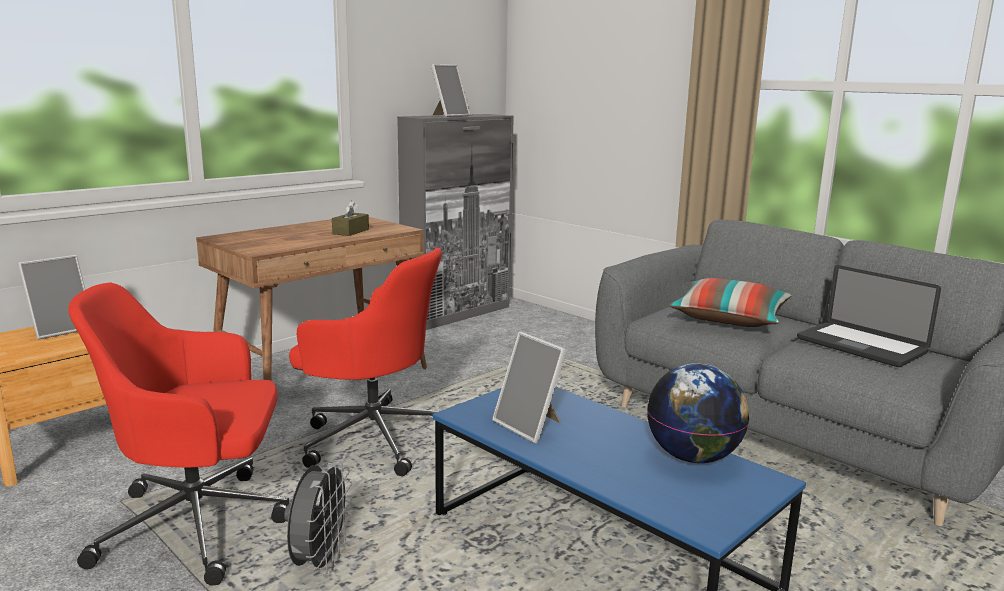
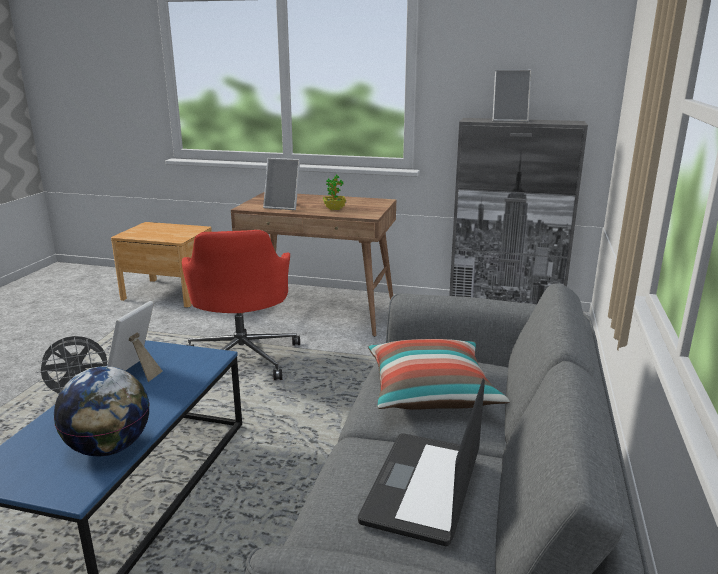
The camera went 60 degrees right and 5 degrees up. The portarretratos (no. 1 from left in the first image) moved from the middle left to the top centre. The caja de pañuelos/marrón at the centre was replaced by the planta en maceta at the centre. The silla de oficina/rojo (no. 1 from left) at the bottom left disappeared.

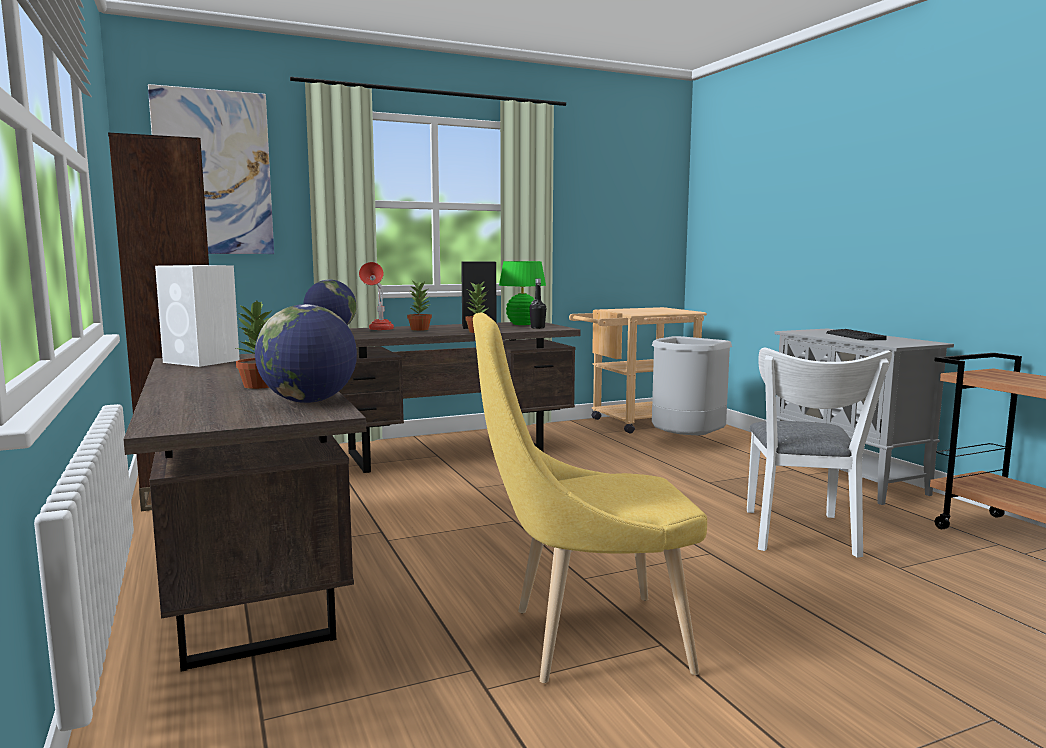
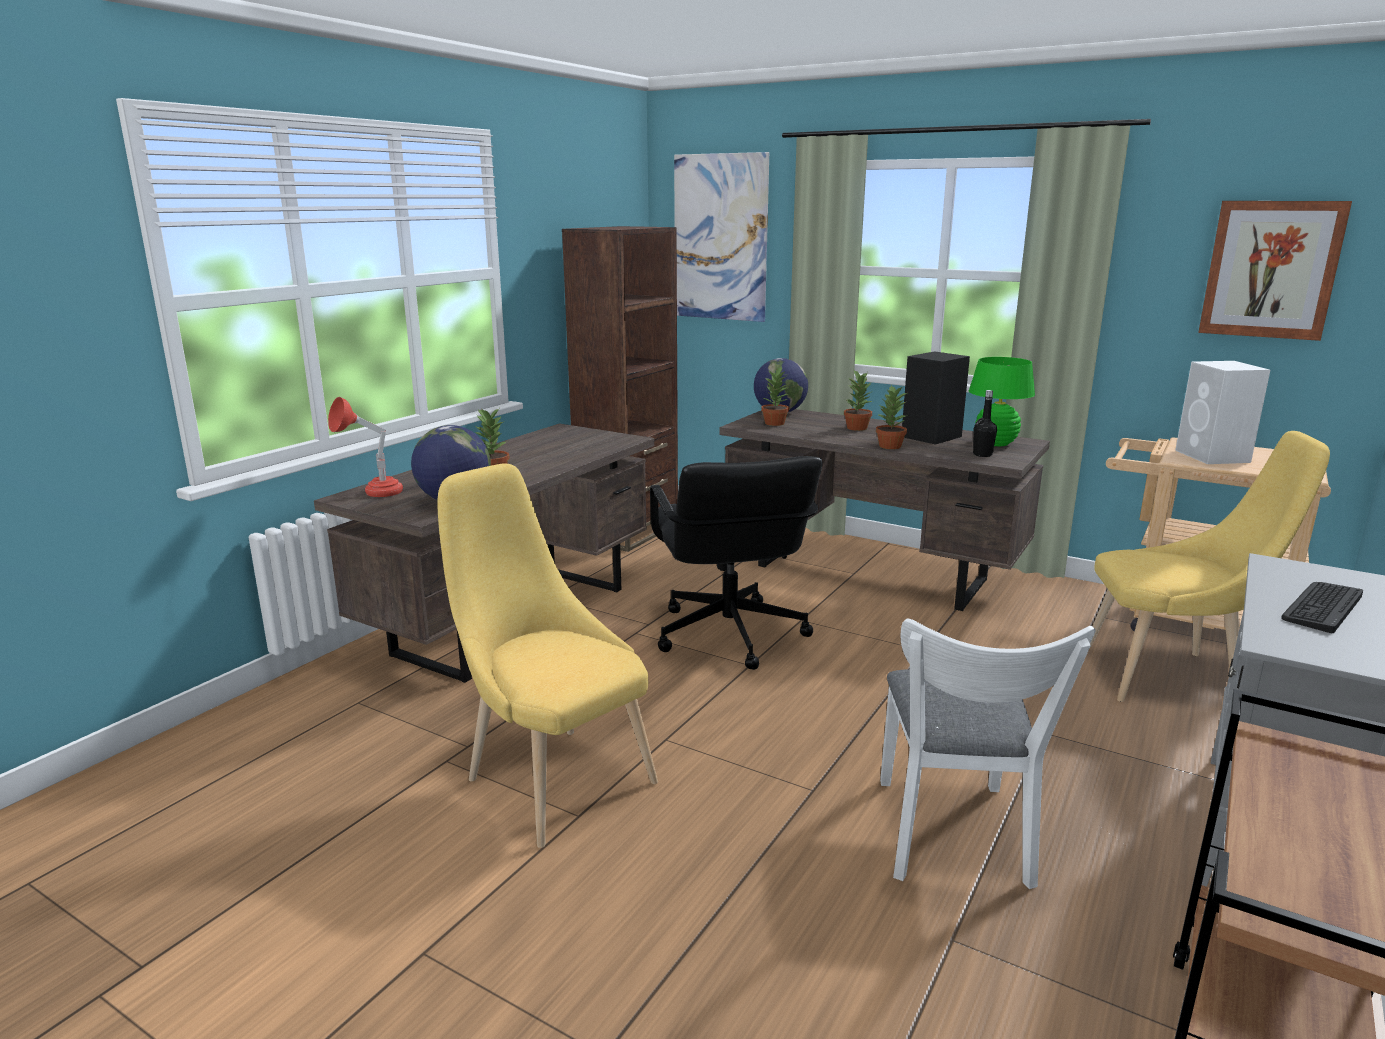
The camera went 55 degrees right and 10 degrees up. The lámpara de mesa/rojo moved from the centre to the middle left. The silla de oficina/negro at the centre appeared. The planta en maceta (no. 2 from left) at the centre appeared. The silla/blanco at the middle right turned 60 degrees counterclockwise. The papelera/gris at the centre was replaced by the silla/amarillo (no. 2 from left) at the middle right. The altavoz/blanco moved from the middle left to the middle right. The cuadro (no. 2 from left) at the top right appeared.

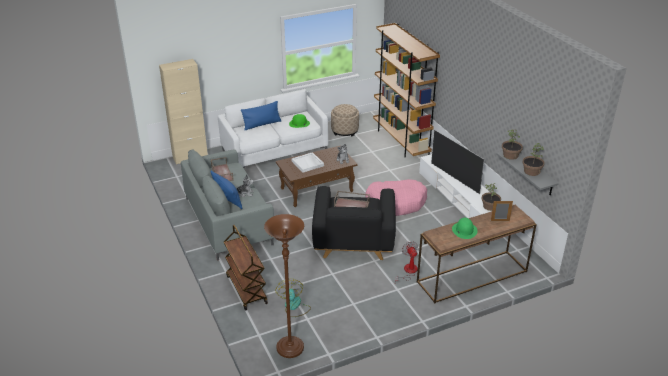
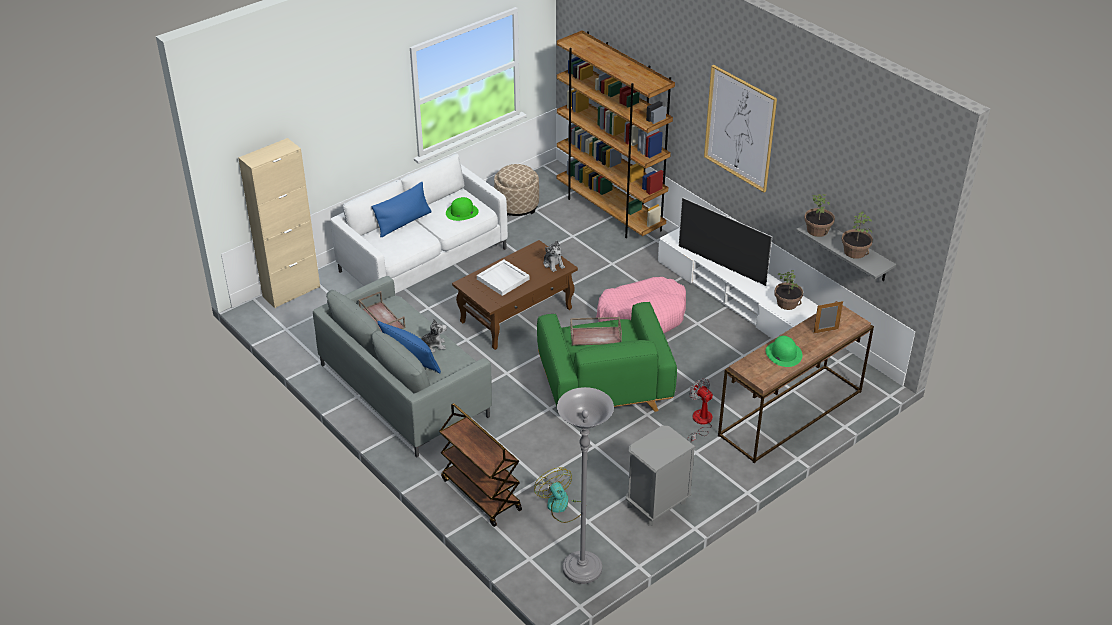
The camera went 15 degrees left and 5 degrees up. The sillón/negro at the centre became the sillón/verde at the centre. The lámpara de pie/marrón at the bottom centre became the lámpara de pie/gris at the bottom centre. The mesita de noche/gris at the bottom centre appeared. The cuadro at the top centre appeared.

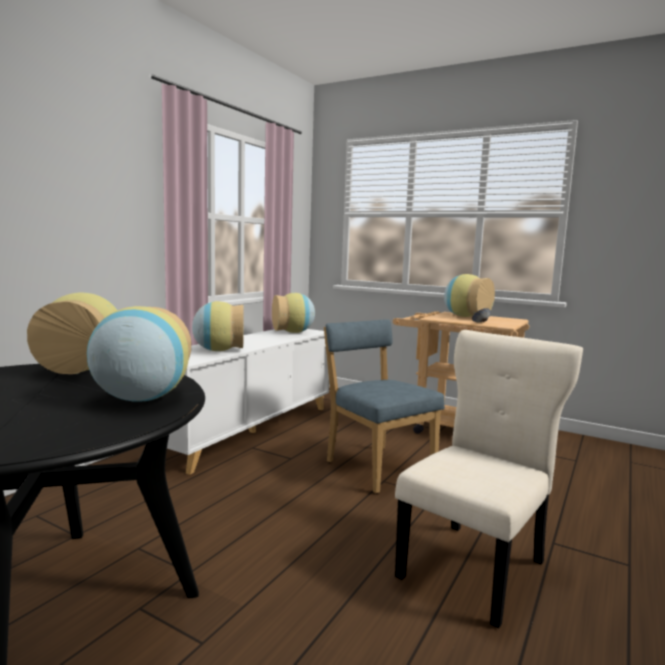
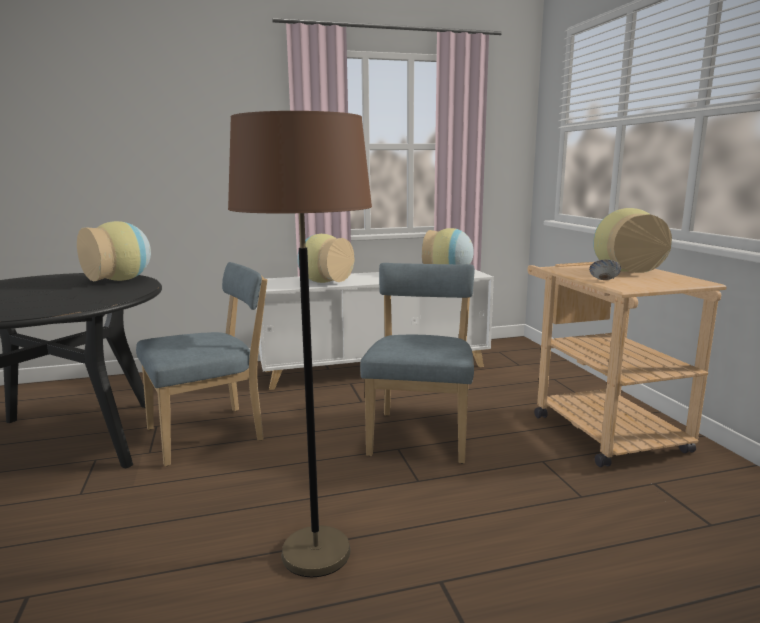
The camera went 45 degrees right and 5 degrees up. The silla/azul (no. 1 from left) at the middle left appeared. The silla/beis at the bottom right was replaced by the lámpara de pie/marrón at the centre. The florero (no. 2 from left) at the middle left disappeared.

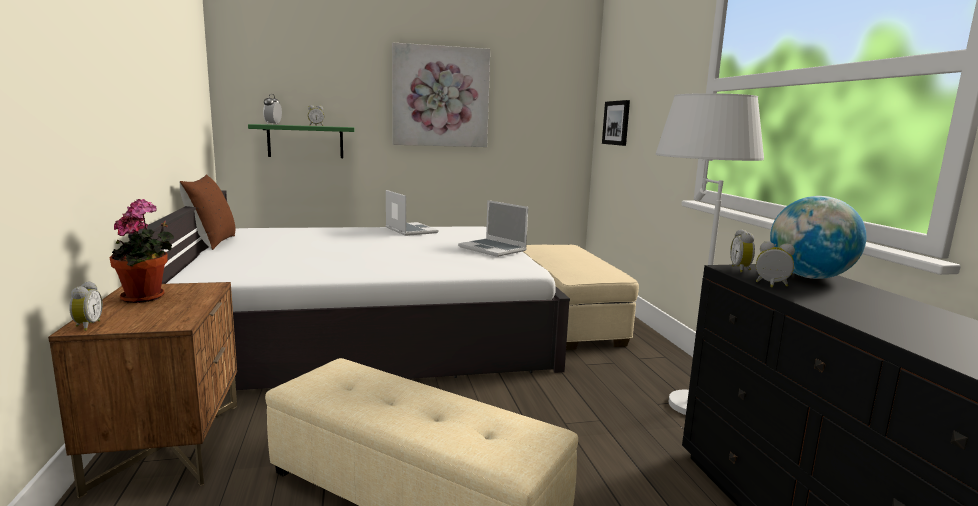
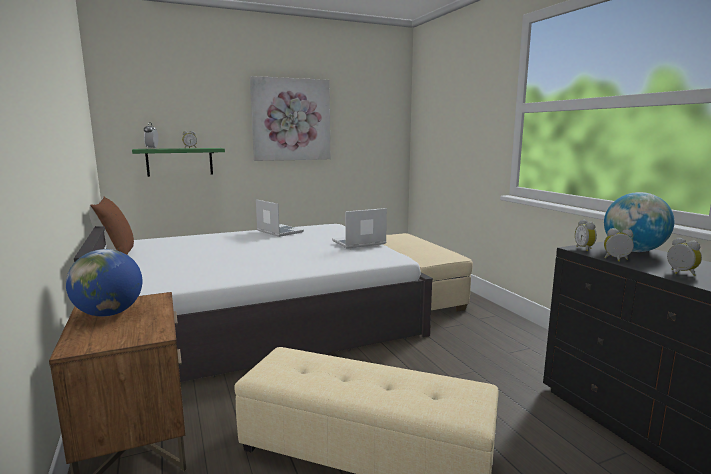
The camera went 10 degrees left and 0 degrees up. The planta en maceta at the middle left was replaced by the globo terráqueo (no. 1 from left) at the middle left. The portátil (no. 2 from left) at the centre turned 120 degrees clockwise. The despertador (no. 1 from left in the first image) moved from the middle left to the middle right. The cuadro (no. 2 from left) at the top centre disappeared. The lámpara de pie/blanco at the middle right disappeared.

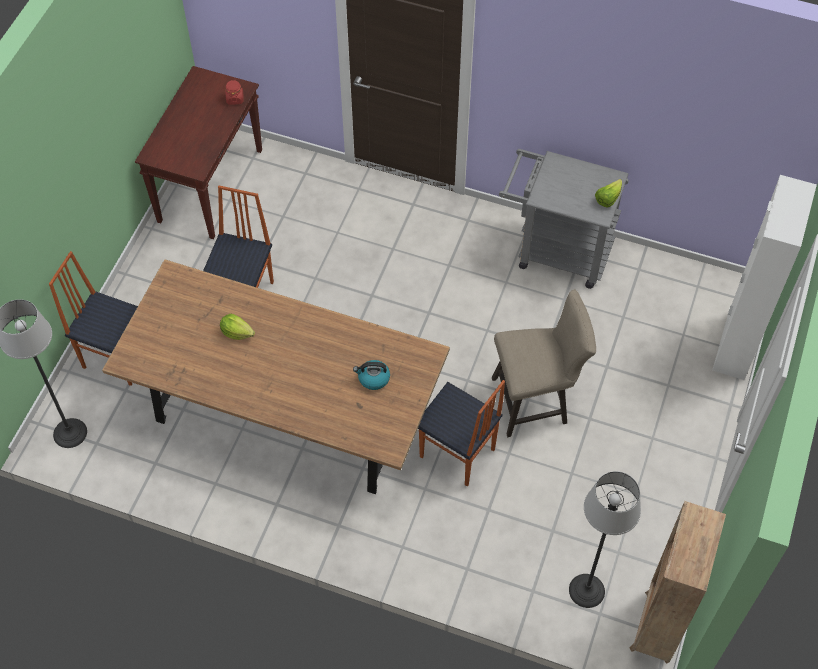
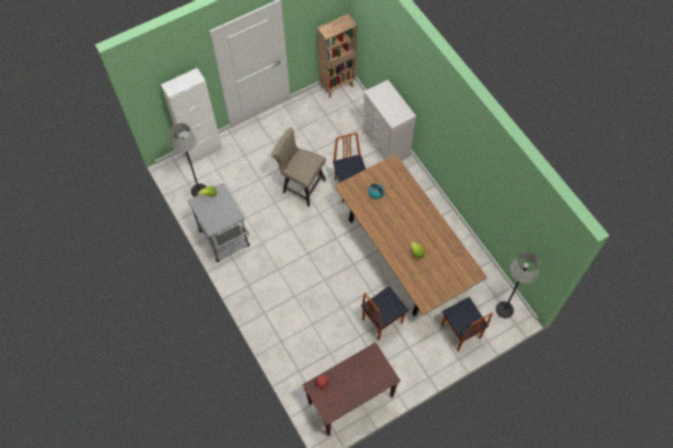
The camera went 140 degrees left and 5 degrees up. The lámpara de pie (no. 2 from left in the first image) moved from the bottom right to the middle left. The cómoda/blanco at the top centre appeared.

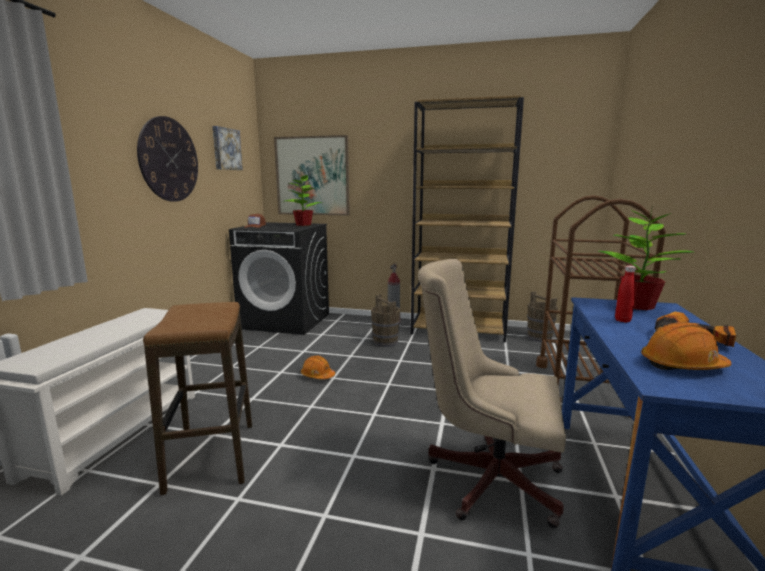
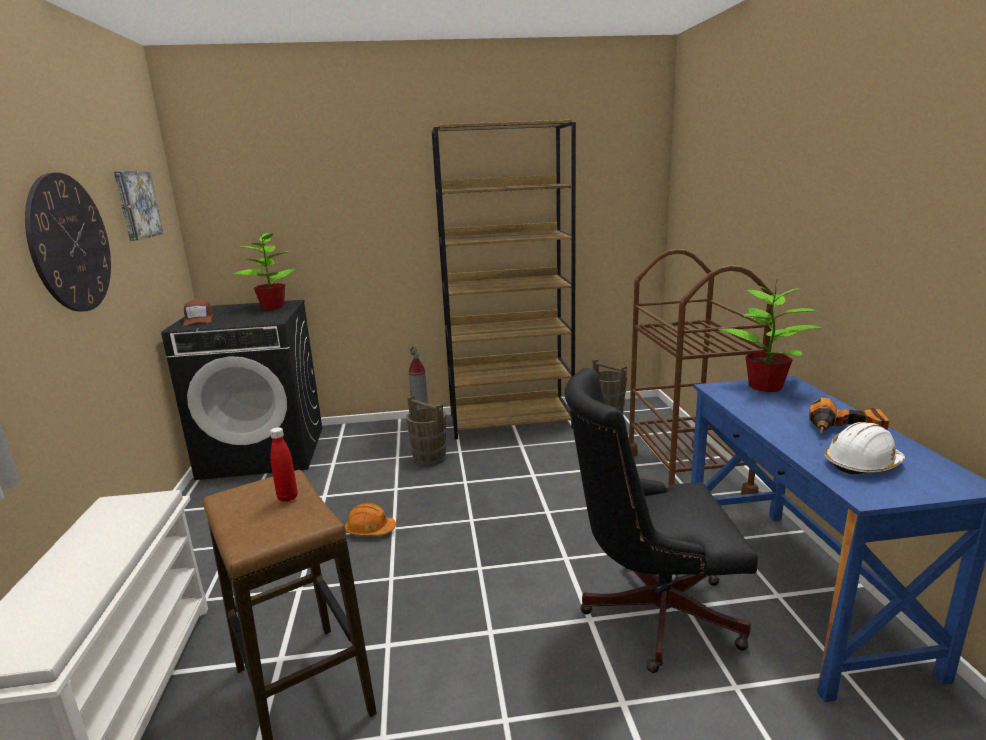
The camera went 20 degrees left and 5 degrees up. The botella/rojo moved from the middle right to the middle left. The silla de oficina/beis at the bottom centre became the silla de oficina/negro at the bottom right. The casco/naranja (no. 2 from left) at the middle right became the casco/blanco at the middle right. The cuadro (no. 2 from left) at the top centre disappeared.

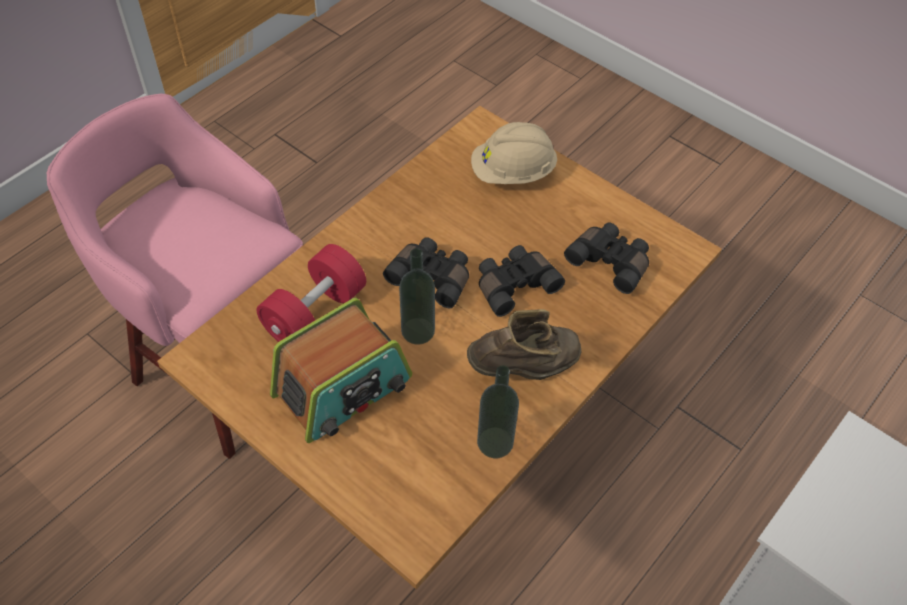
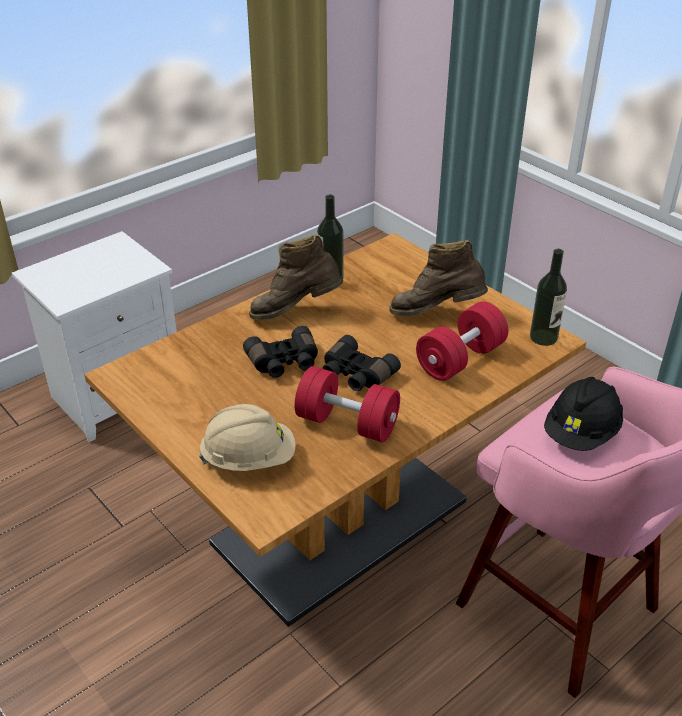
The camera went 170 degrees left and 15 degrees down. The mancuerna/rojo (no. 1 from left) at the centre appeared. The radio at the centre was replaced by the bota/marrón (no. 2 from left) at the centre. The botella (no. 1 from left in the first image) moved from the centre to the middle right. The casco/negro at the middle right appeared. The prismáticos/negro (no. 3 from left) at the middle right disappeared.

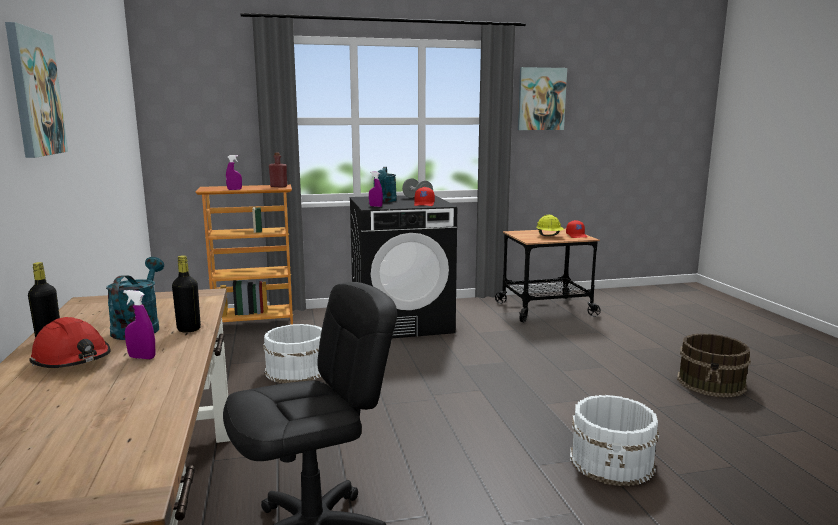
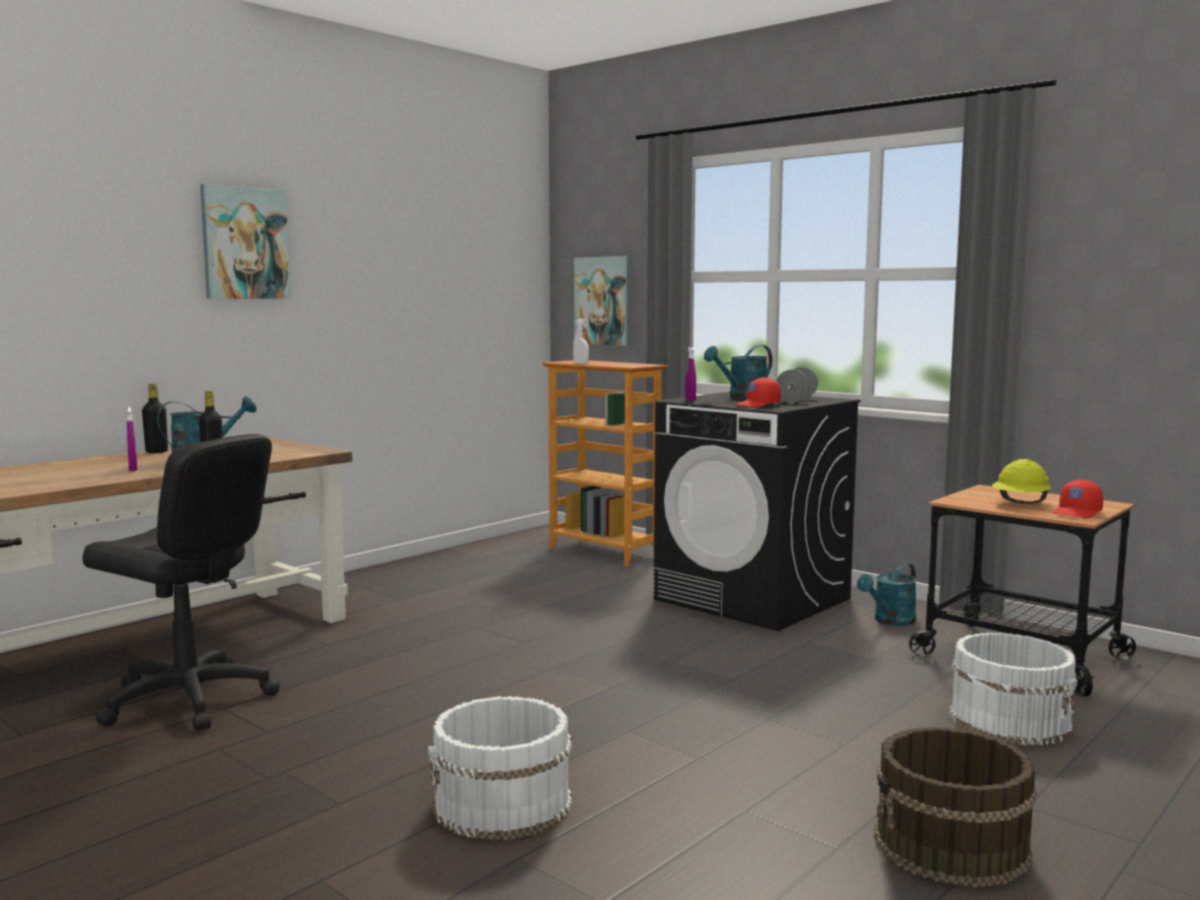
The camera went 55 degrees right and 5 degrees down. The pulverizador/morado (no. 2 from left) at the top left became the pulverizador/blanco at the centre. The cuadro (no. 2 from left) moved from the top centre to the centre. The regadera/turquesa (no. 3 from left) at the middle right appeared. The cubo/blanco (no. 1 from left in the first image) moved from the bottom centre to the bottom right. The casco/rojo at the middle left disappeared. The botella/rojo at the top left disappeared.

